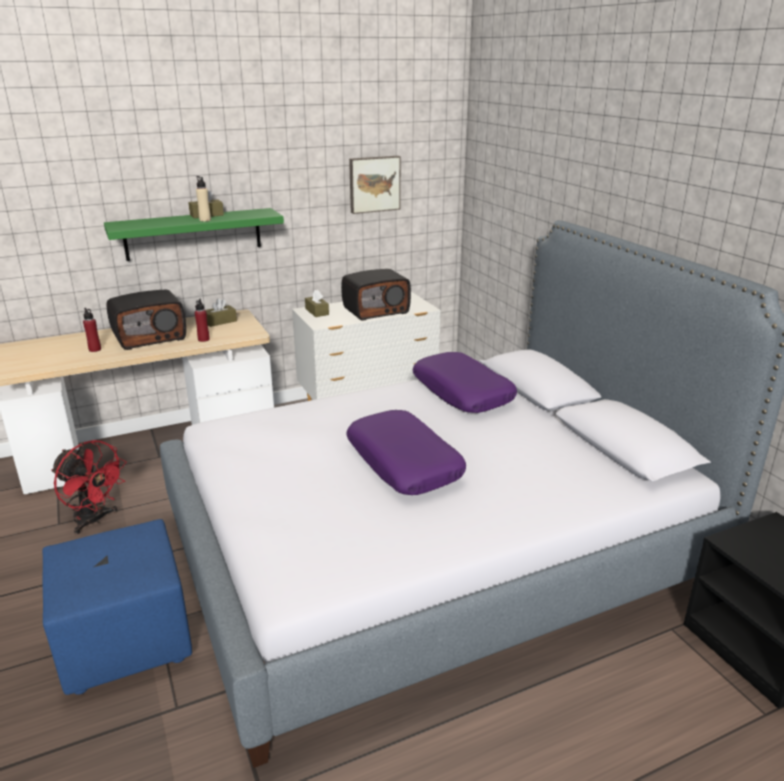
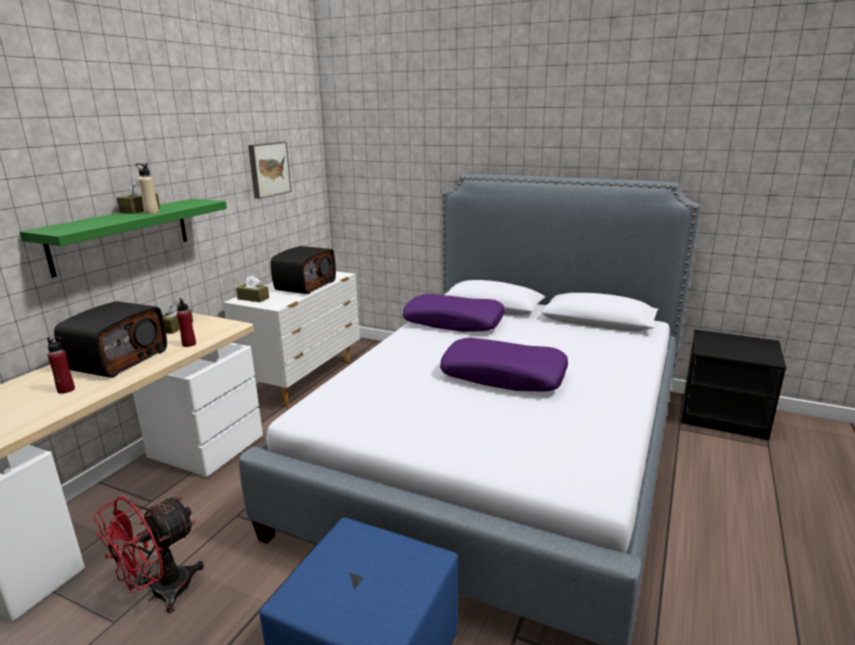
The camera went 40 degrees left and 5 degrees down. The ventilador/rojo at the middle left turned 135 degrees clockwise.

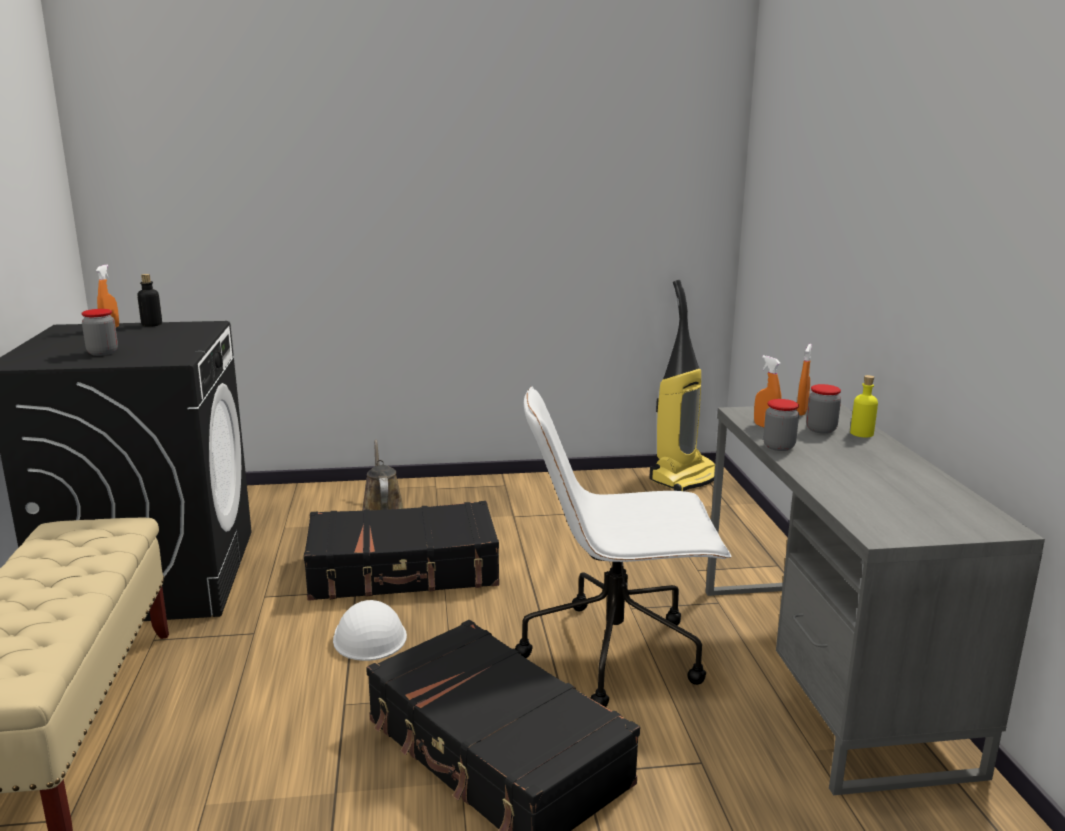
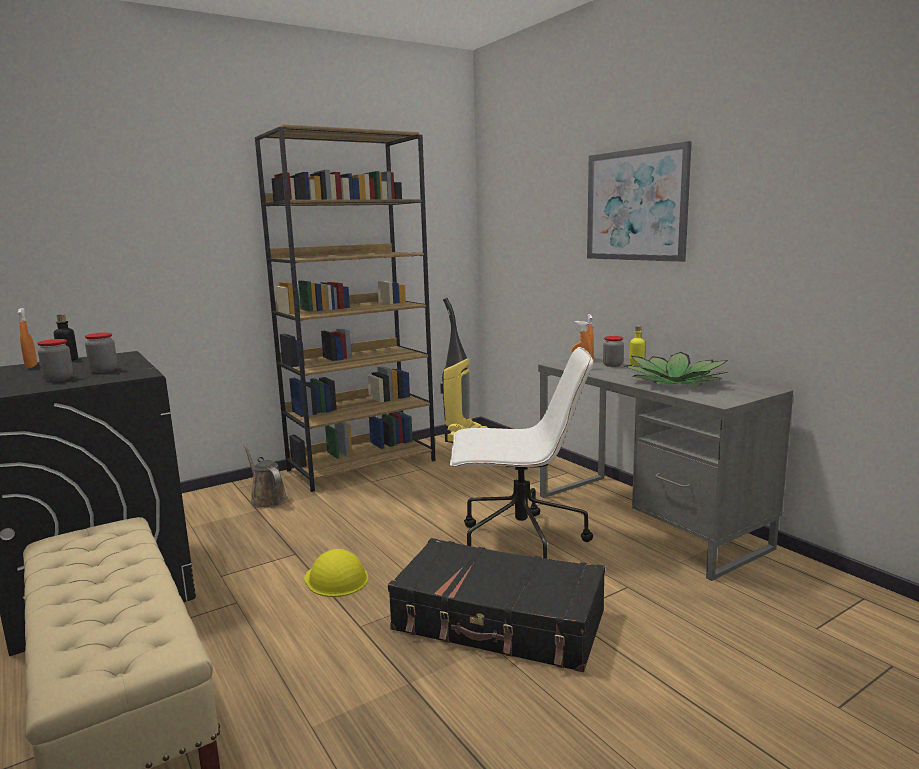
The camera went 25 degrees left and 5 degrees down. The tarro (no. 2 from left) moved from the middle right to the middle left. The estantería/marrón at the centre appeared. The casco/blanco at the bottom centre became the casco/amarillo at the bottom centre. The silla de oficina/blanco at the centre turned 150 degrees counterclockwise. The cuadro at the top right appeared. The planta en maceta at the middle right appeared. The maleta/negro (no. 1 from left) at the centre disappeared.

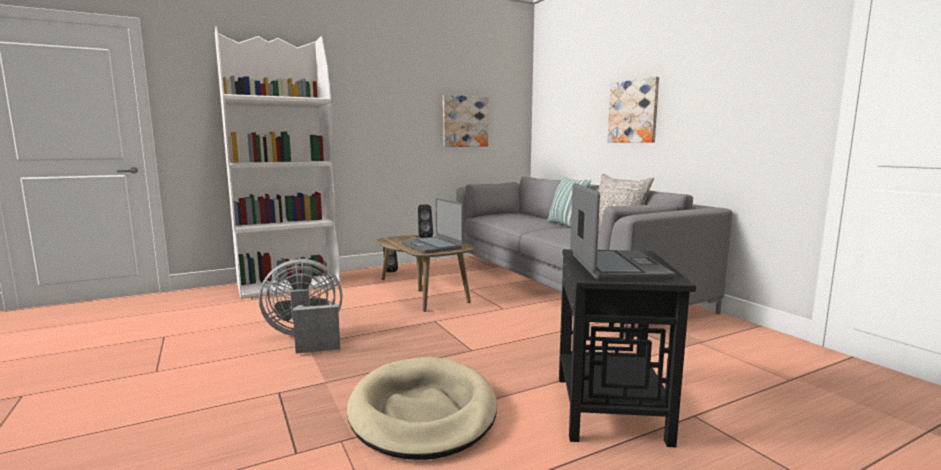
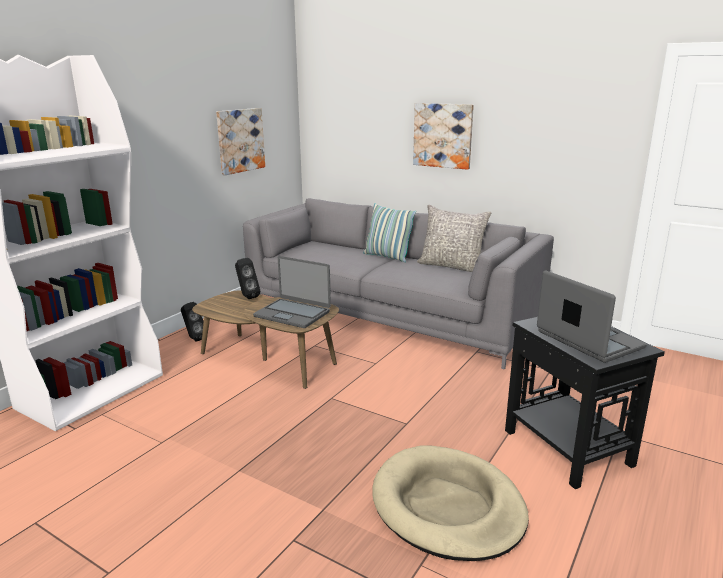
The camera went 30 degrees left and 10 degrees up. The ventilador/gris at the middle left disappeared.

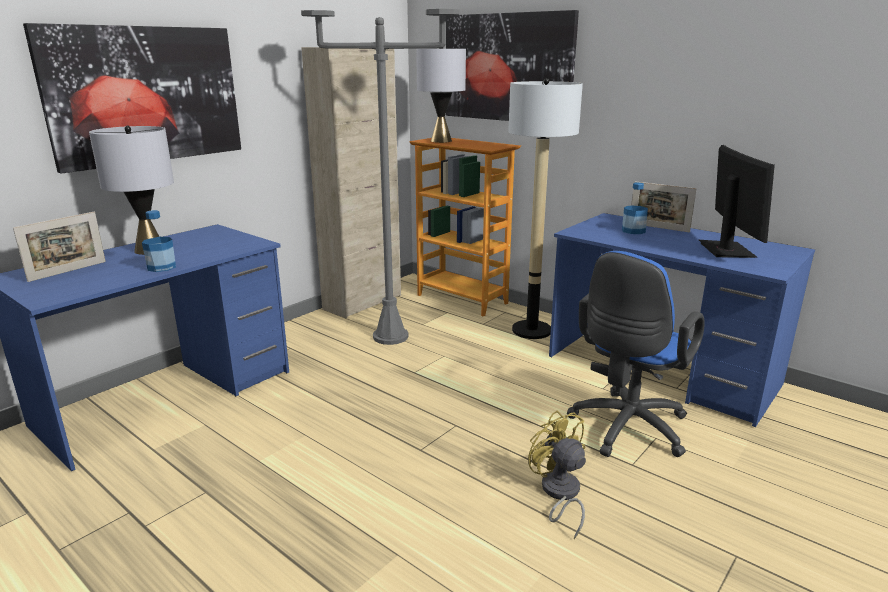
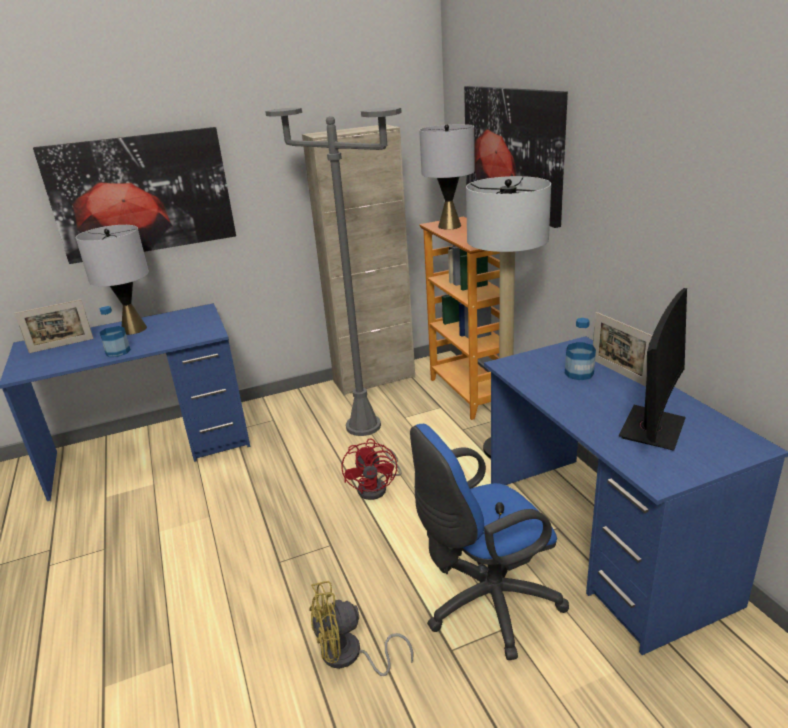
The camera went 30 degrees right and 5 degrees up. The ventilador/amarillo at the bottom centre turned 105 degrees counterclockwise. The ventilador/rojo at the centre appeared.

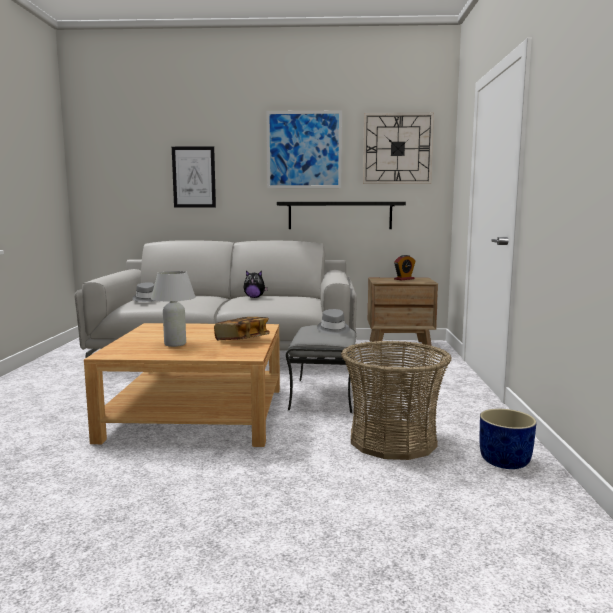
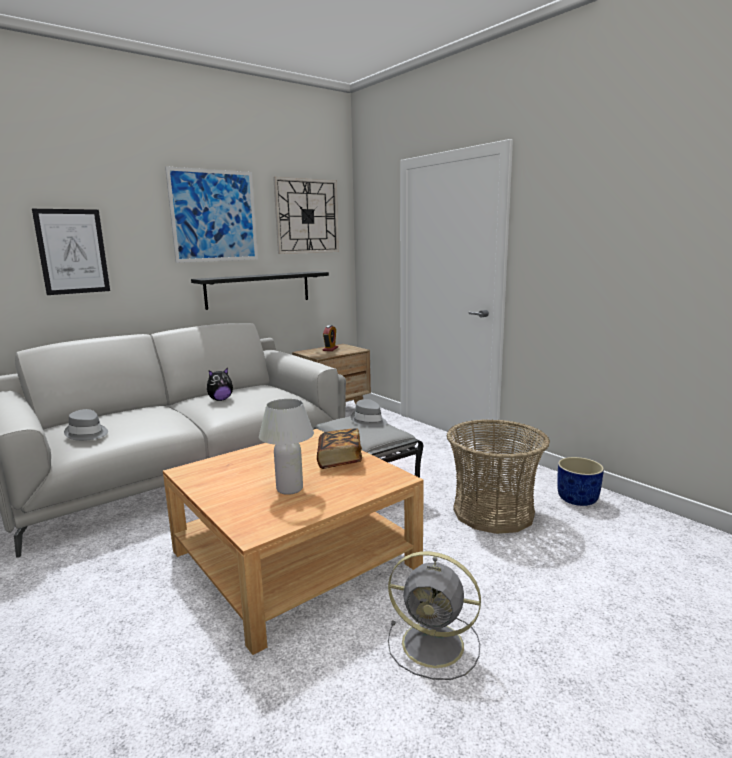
The camera went 40 degrees left and 5 degrees up. The ventilador/gris at the bottom centre appeared.

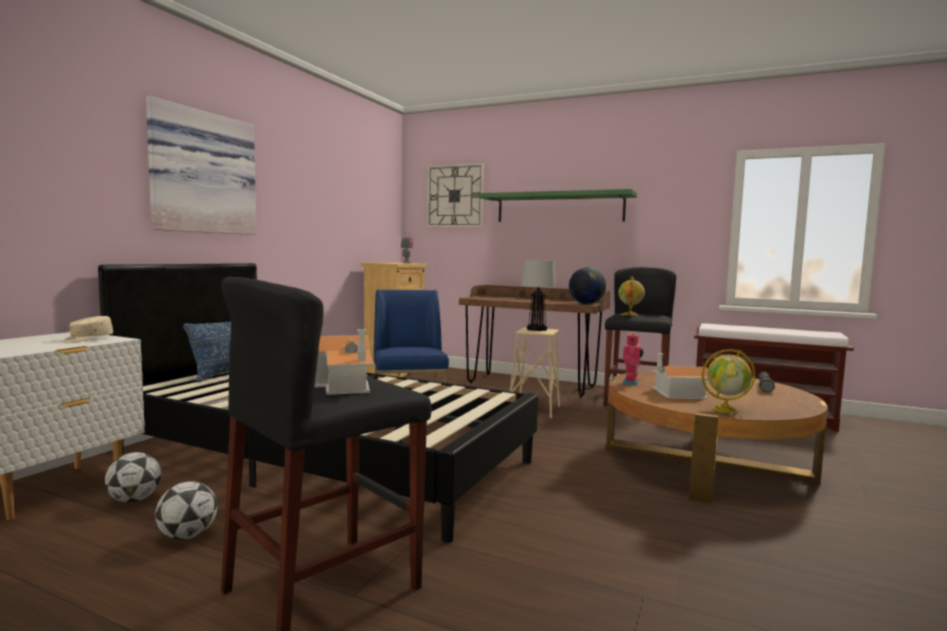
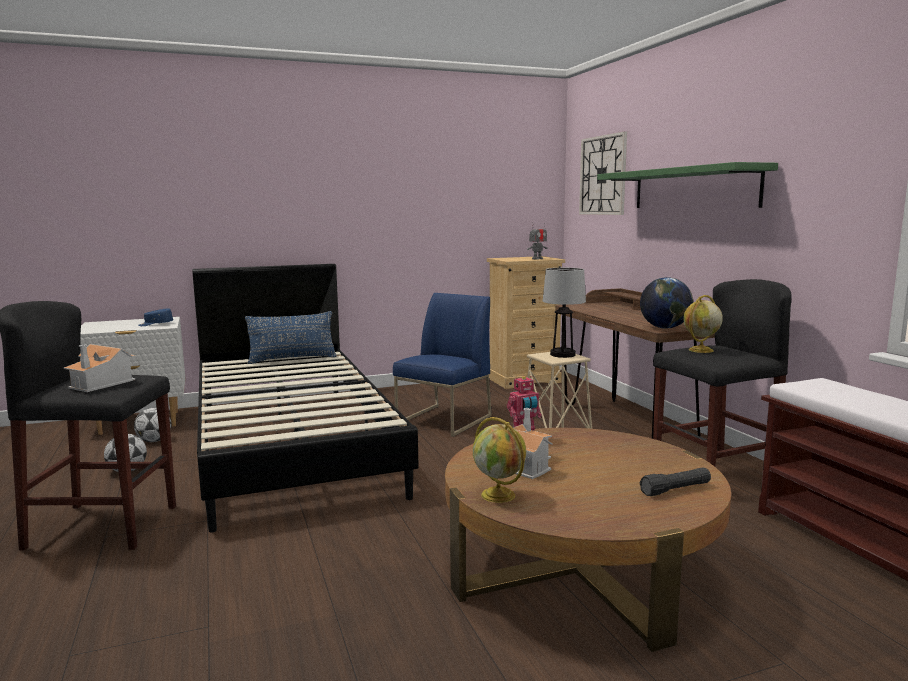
The camera went 45 degrees right and 5 degrees up. The gorra/beis at the middle left became the gorra/azul at the middle left. The cuadro at the top left disappeared.

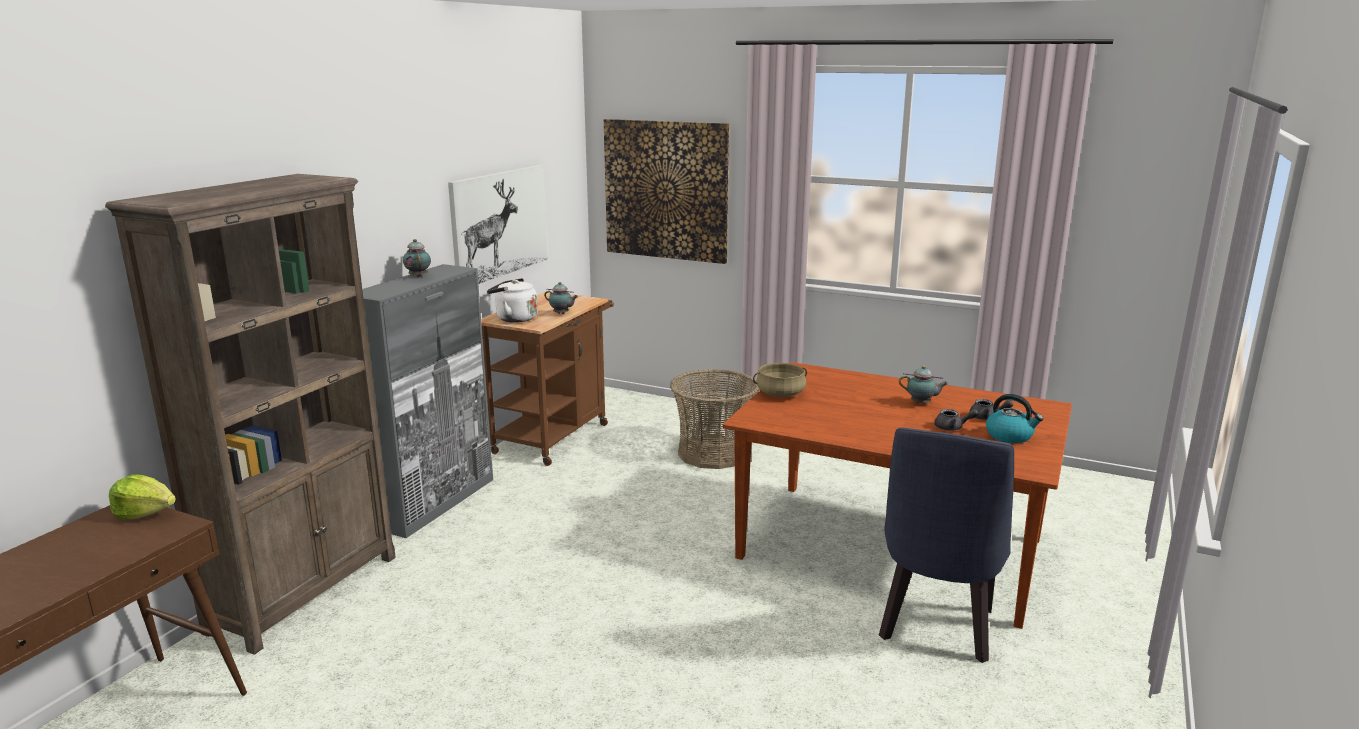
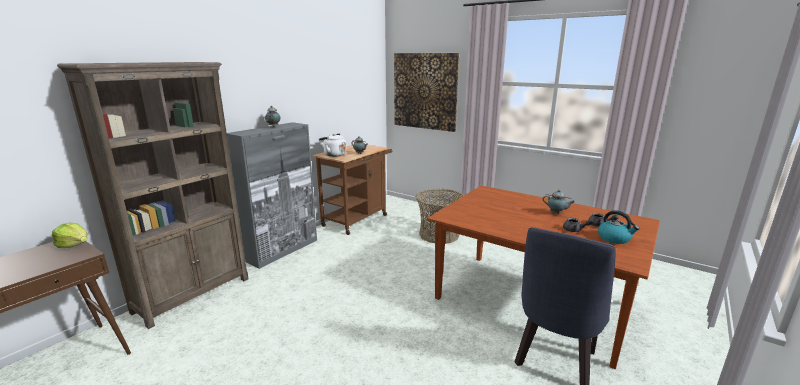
The camera went 10 degrees right and 0 degrees up. The cuadro (no. 1 from left) at the top centre disappeared. The olla/beis at the centre disappeared.

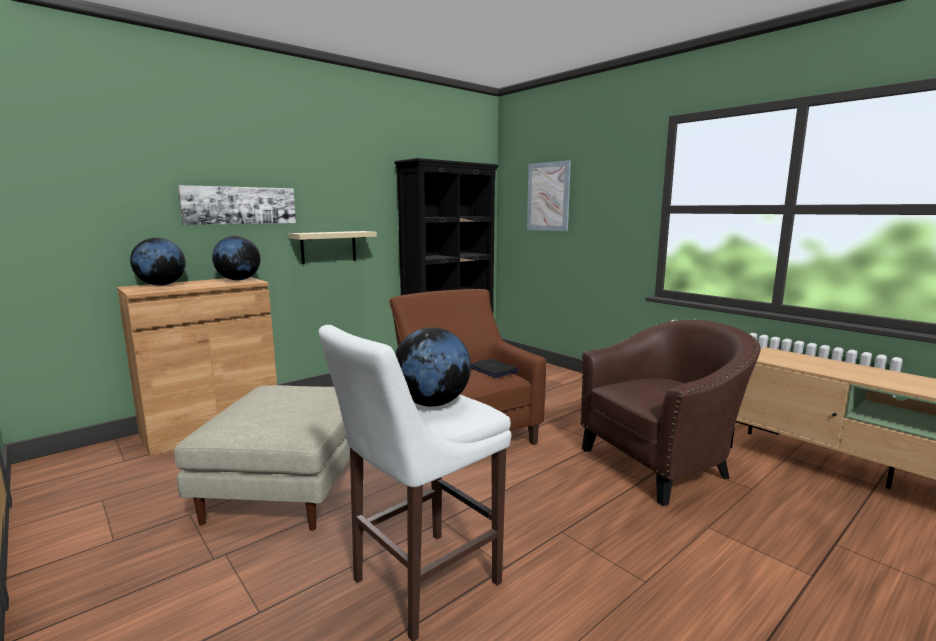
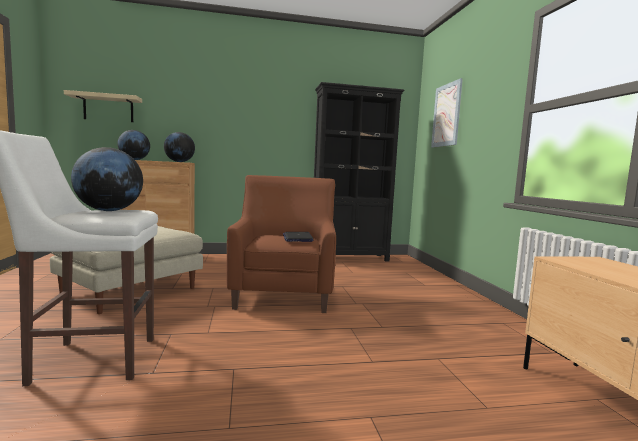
The camera went 30 degrees right and 5 degrees down. The estante/beis moved from the centre to the top left. The cuadro (no. 1 from left) at the top left disappeared. The sillón/marrón (no. 2 from left) at the middle right disappeared.

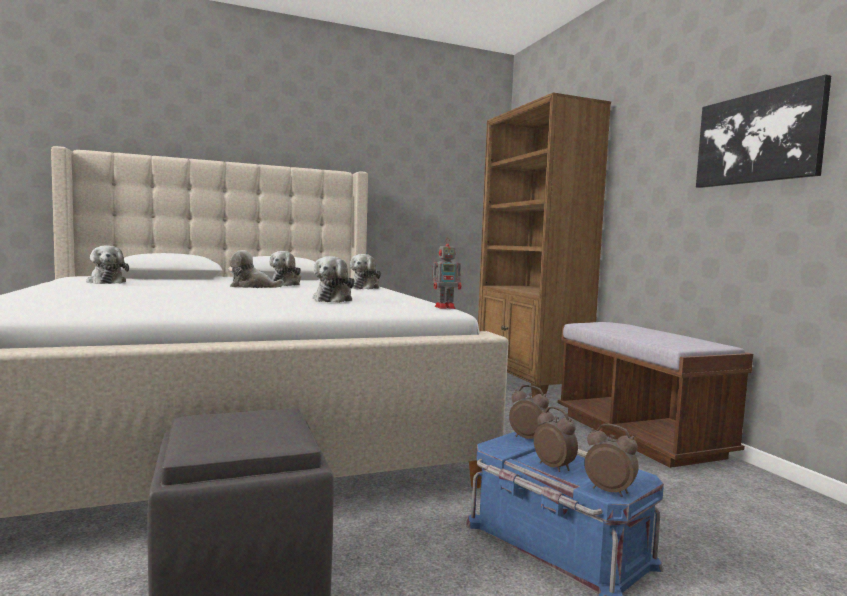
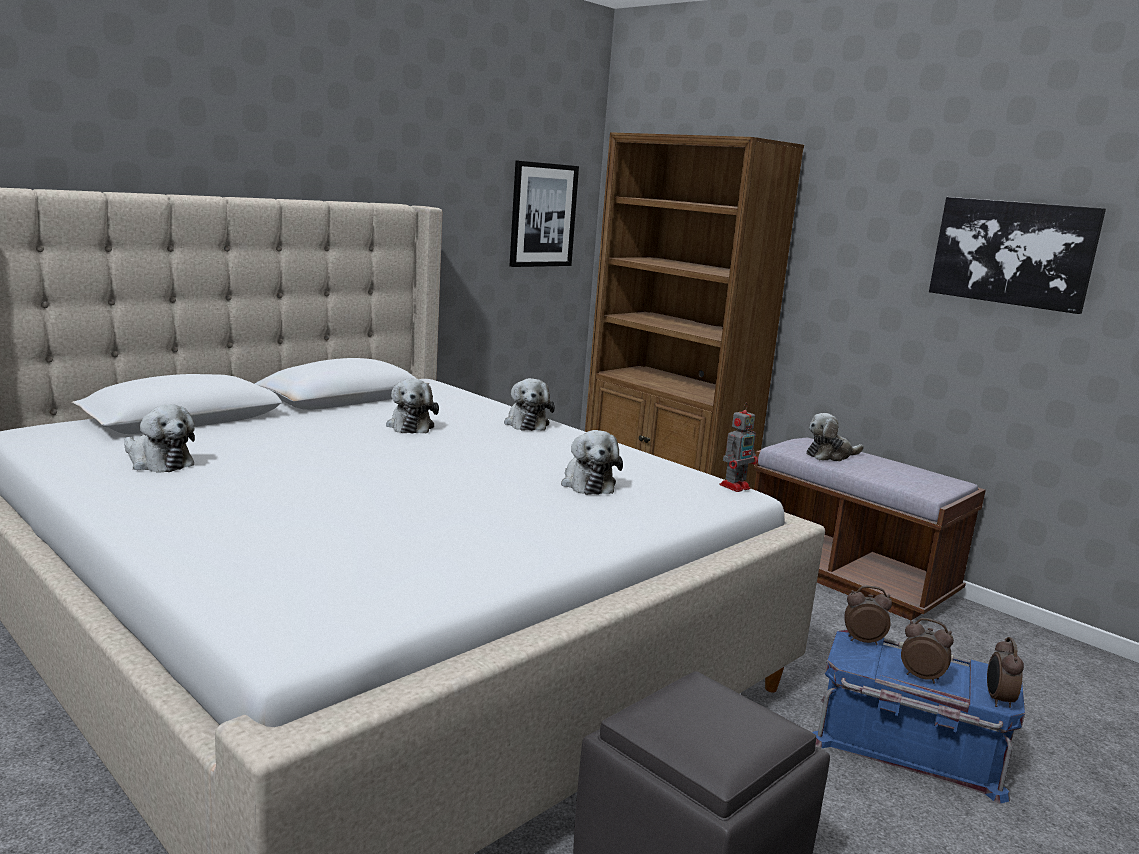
The camera went 25 degrees left and 10 degrees up. The cuadro (no. 1 from left) at the top centre appeared. The peluche (no. 2 from left in the first image) moved from the middle left to the middle right. The despertador (no. 3 from left) at the bottom right turned 90 degrees counterclockwise.

